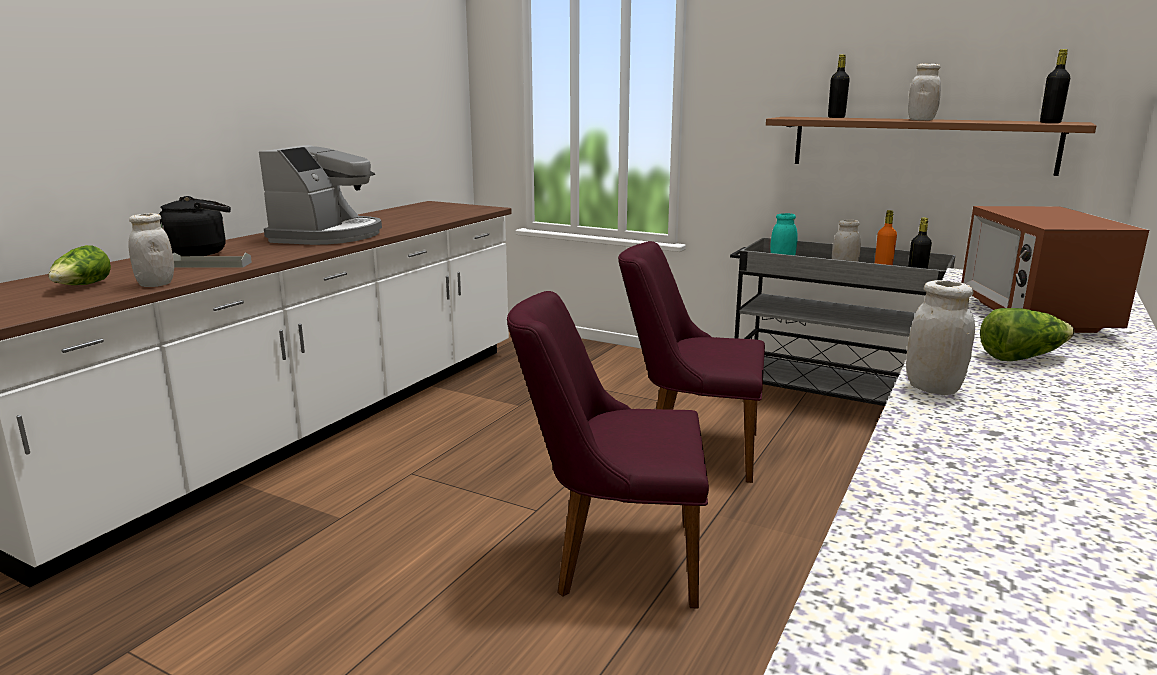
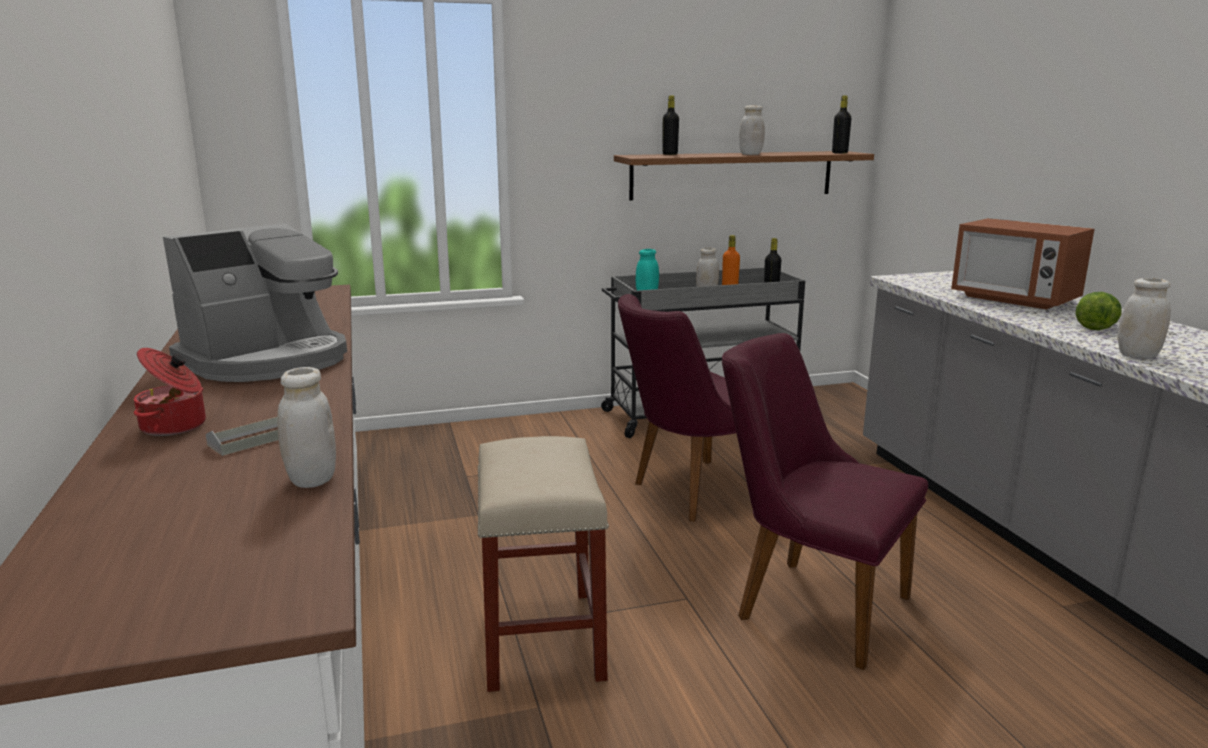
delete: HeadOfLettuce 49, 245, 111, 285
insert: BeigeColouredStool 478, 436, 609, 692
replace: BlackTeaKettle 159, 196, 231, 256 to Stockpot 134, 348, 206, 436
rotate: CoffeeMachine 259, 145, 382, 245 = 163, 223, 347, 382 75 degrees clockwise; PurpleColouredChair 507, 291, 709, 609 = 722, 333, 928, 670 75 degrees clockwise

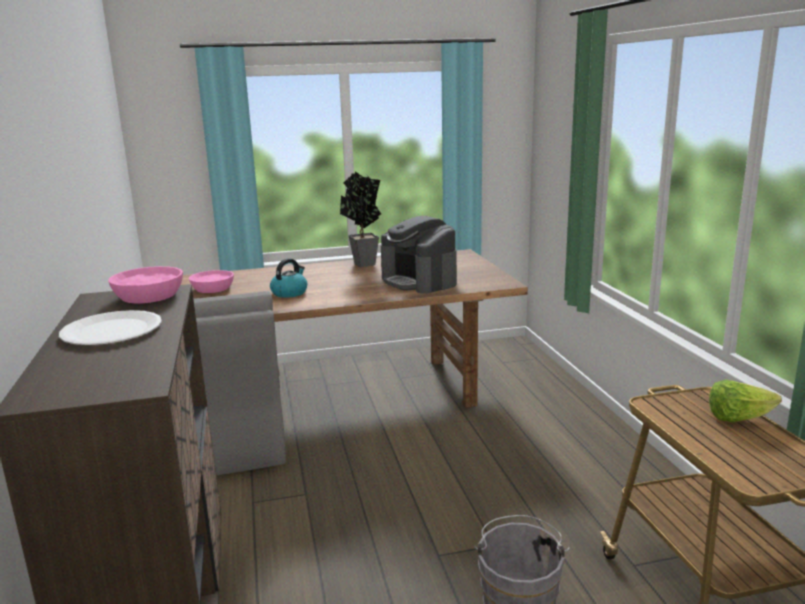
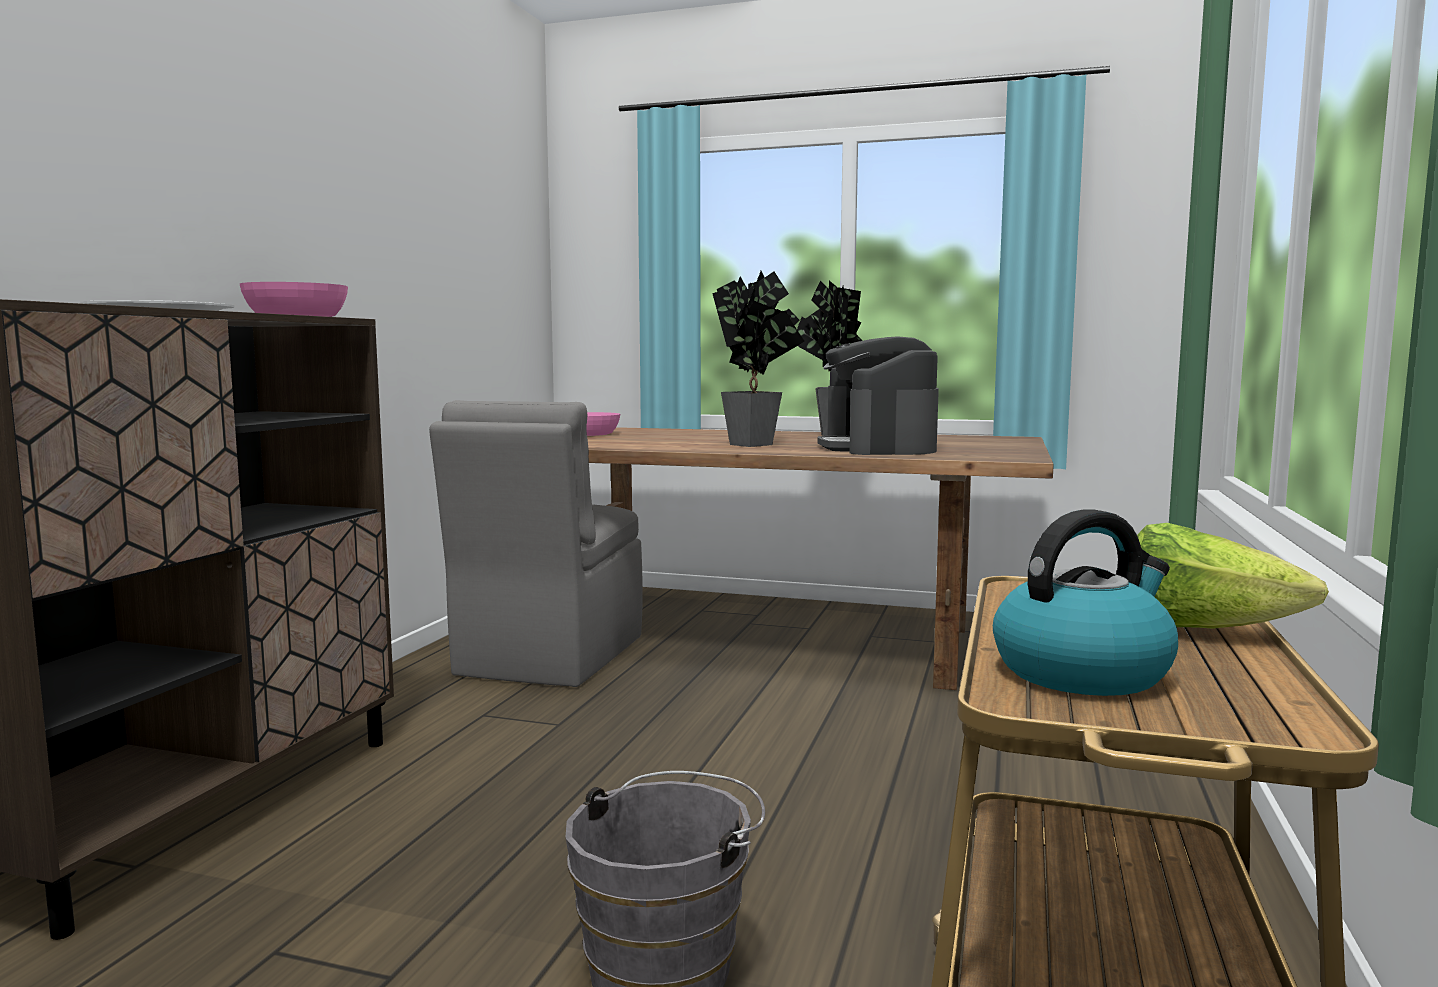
insert: Houseplant 712, 271, 805, 447
move: TeaKettle 270, 258, 307, 298 to 993, 509, 1178, 696

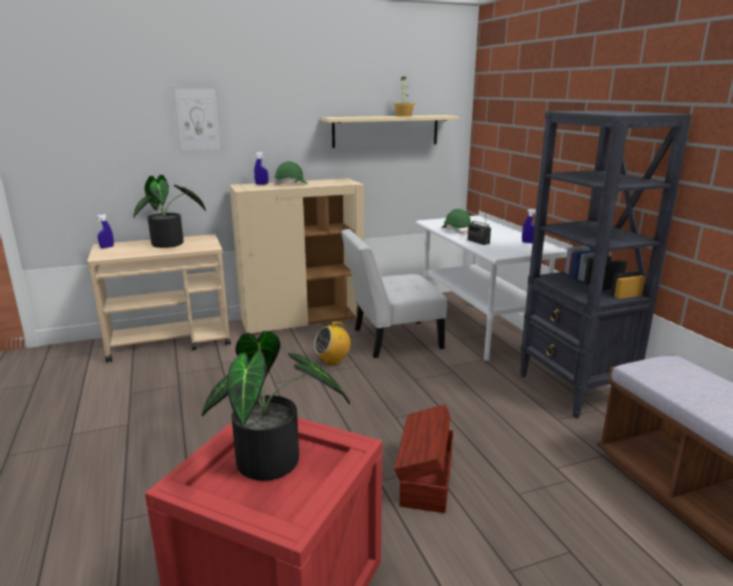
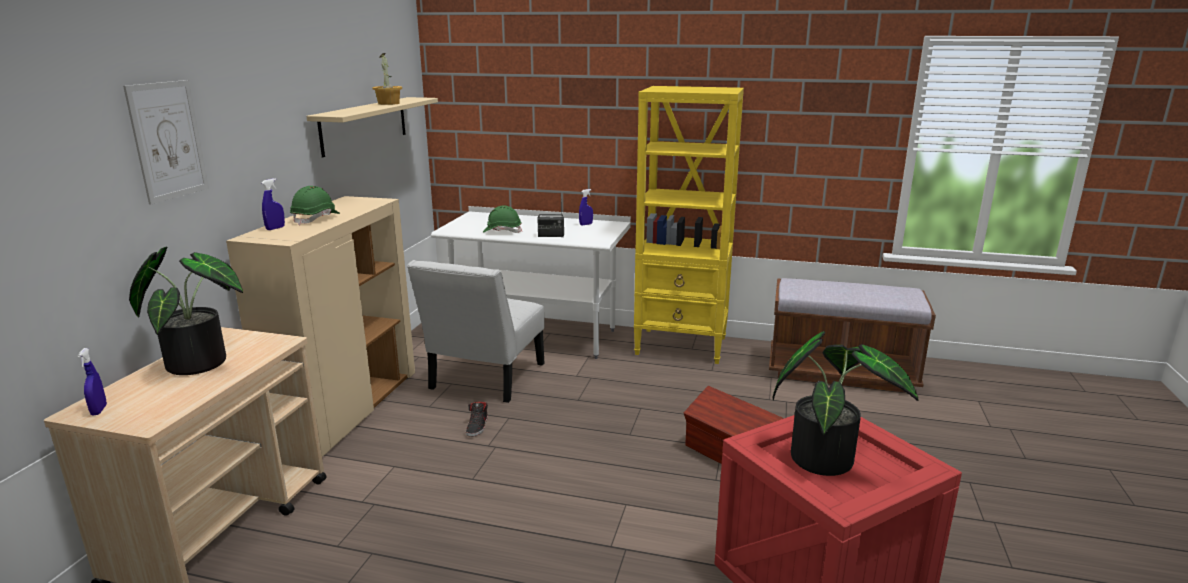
replace: Radio 314, 322, 351, 365 to BlackShoe 466, 401, 488, 437
recolor: BlackBookshelf 520, 111, 692, 419 to YellowishBookshelf 634, 86, 744, 364

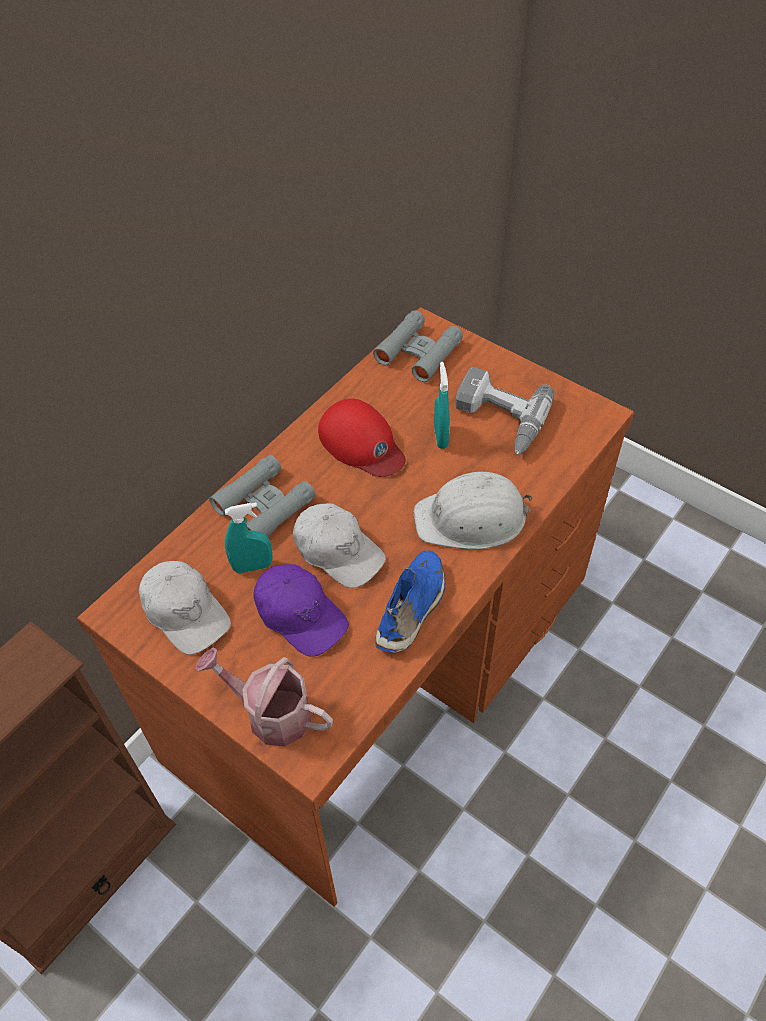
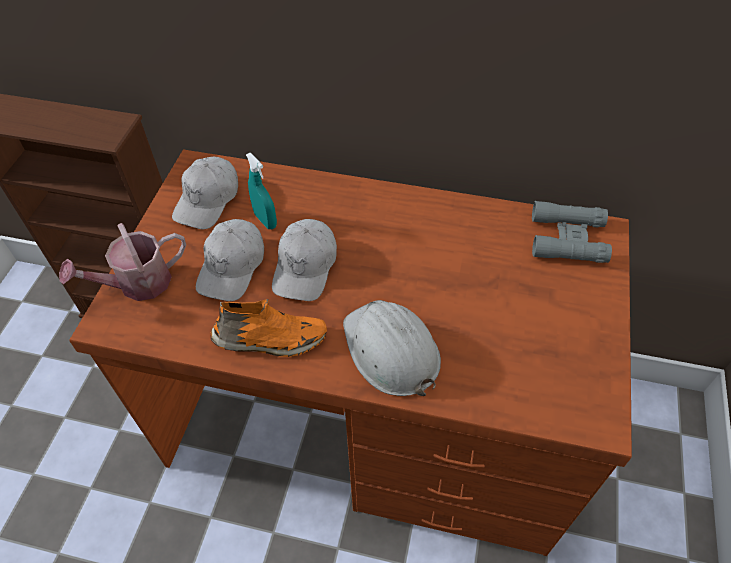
delete: TurquoiseColouredSprayer 434, 362, 450, 449; Drill 455, 367, 554, 455; RedColouredBaseballCap 318, 399, 405, 477; GreyishFieldGlasses 209, 455, 316, 537
recolor: BlueColouredShoe 375, 550, 445, 653 to OrangeShoe 210, 299, 327, 357; PurpleColouredBaseballCap 253, 564, 349, 657 to WhiteColouredBaseballCap 196, 219, 264, 301
rotate: WateringCan 195, 647, 333, 746 = 59, 223, 186, 301 120 degrees counterclockwise

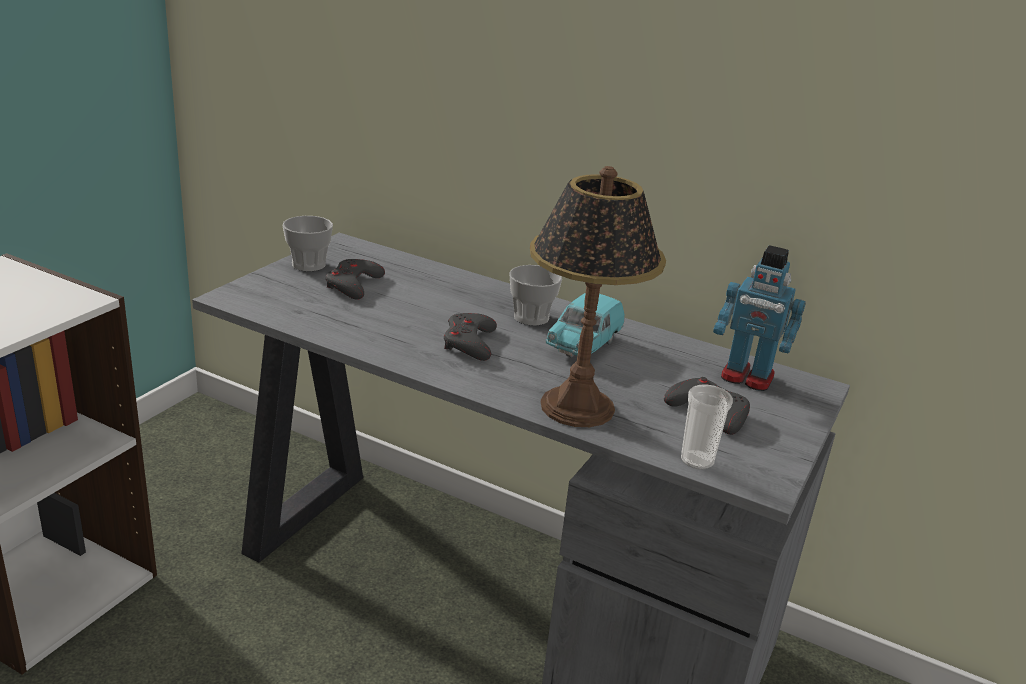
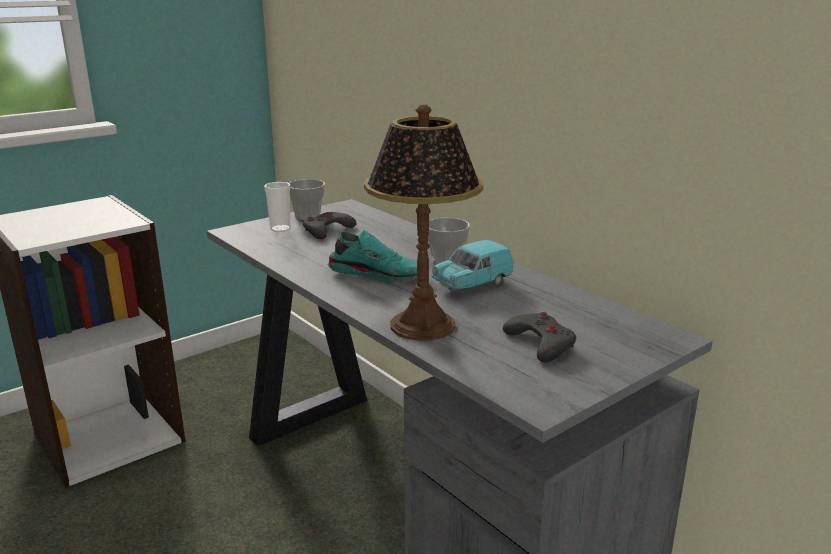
delete: RobotFigure 713, 245, 806, 391
move: DrinkingCup 681, 385, 733, 470 to 264, 182, 291, 232
replace: GreyishGamepad 444, 313, 497, 361 to TurquoiseColouredShoe 327, 230, 417, 283

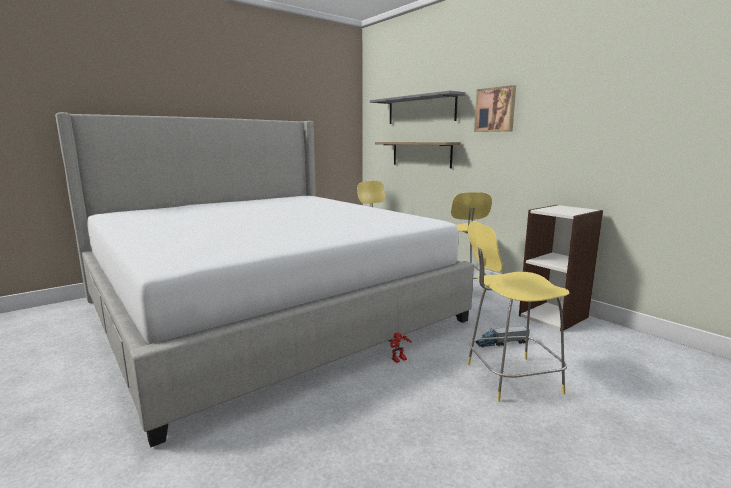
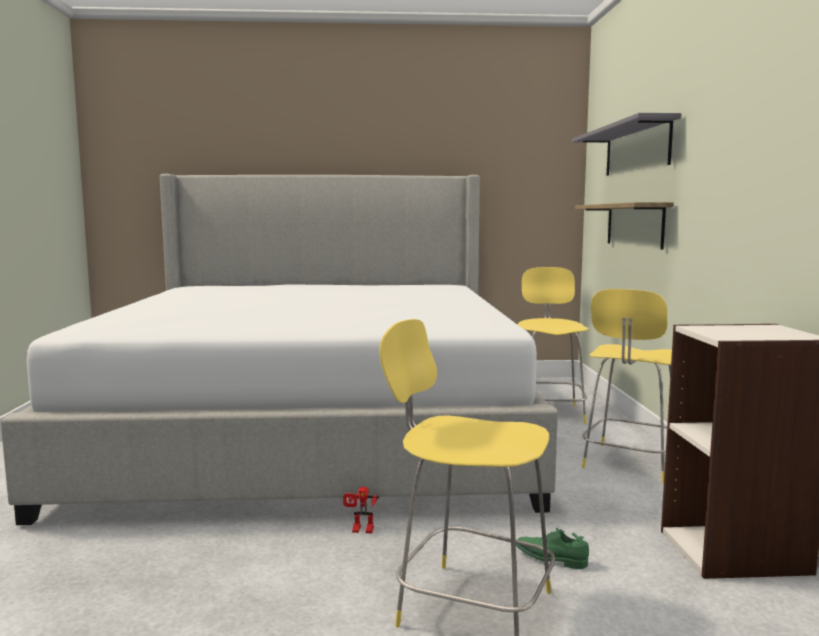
delete: Picture 474, 85, 516, 132
replace: ToyLorry 475, 326, 530, 348 to GreenShoe 516, 528, 589, 569

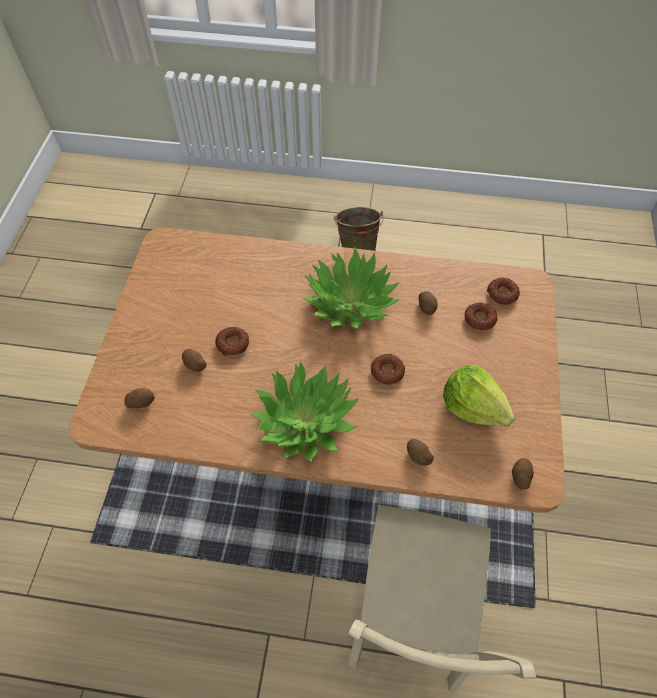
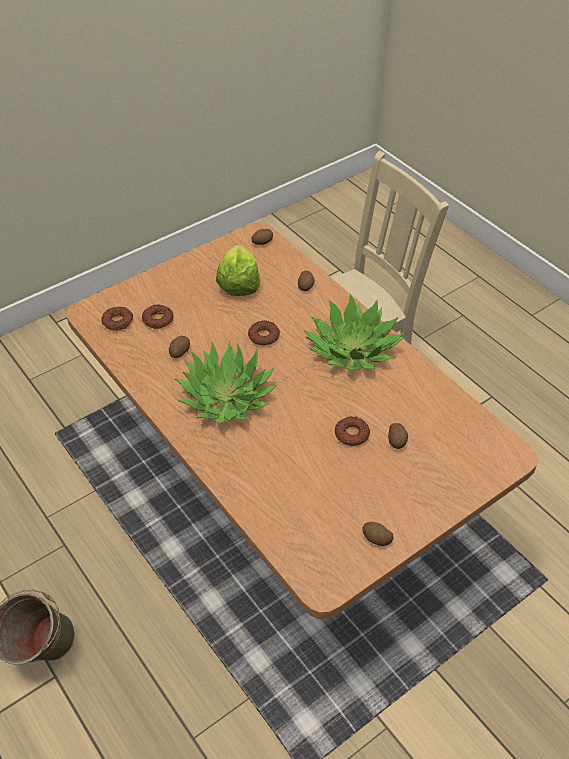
move: WholePotato 124, 388, 155, 408 to 362, 522, 394, 546

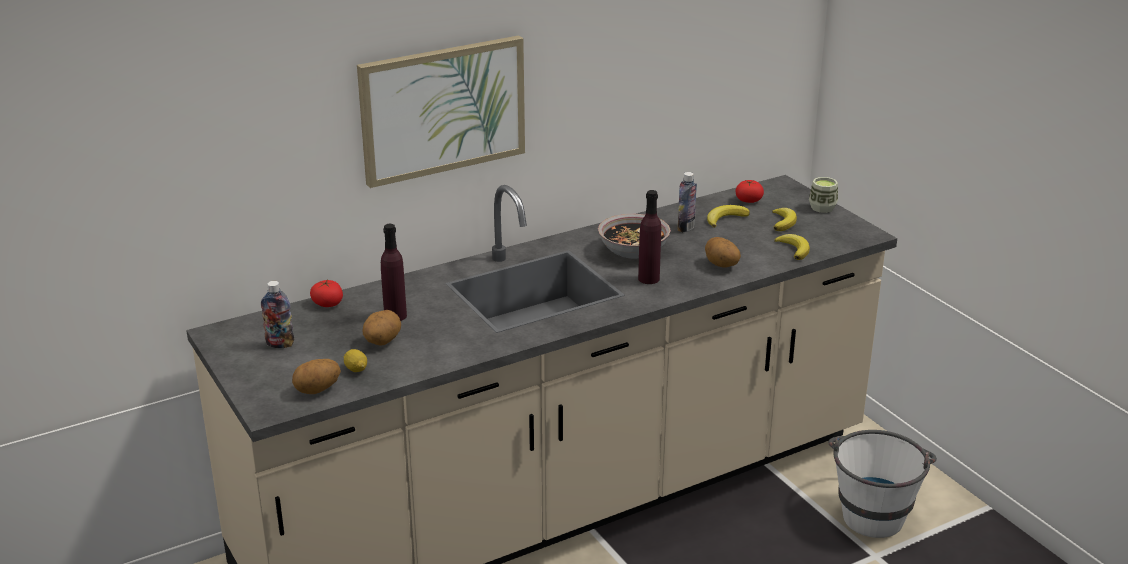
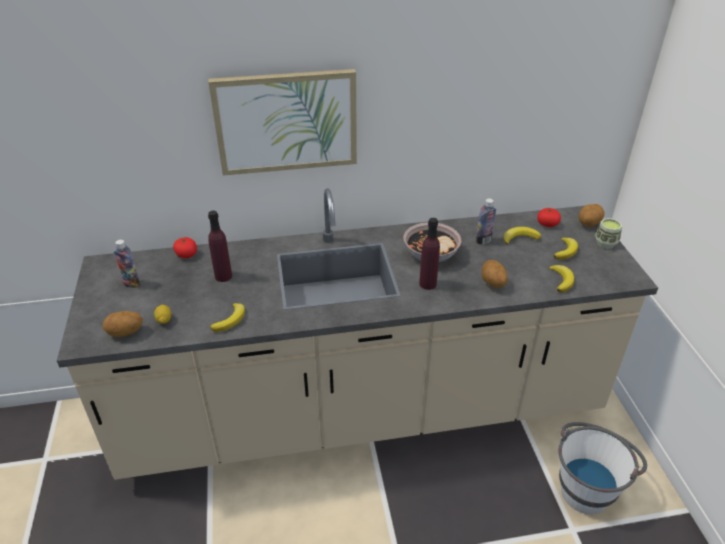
insert: WholeBanana 210, 303, 245, 332
move: WholePotato 363, 310, 401, 346 to 578, 204, 604, 227

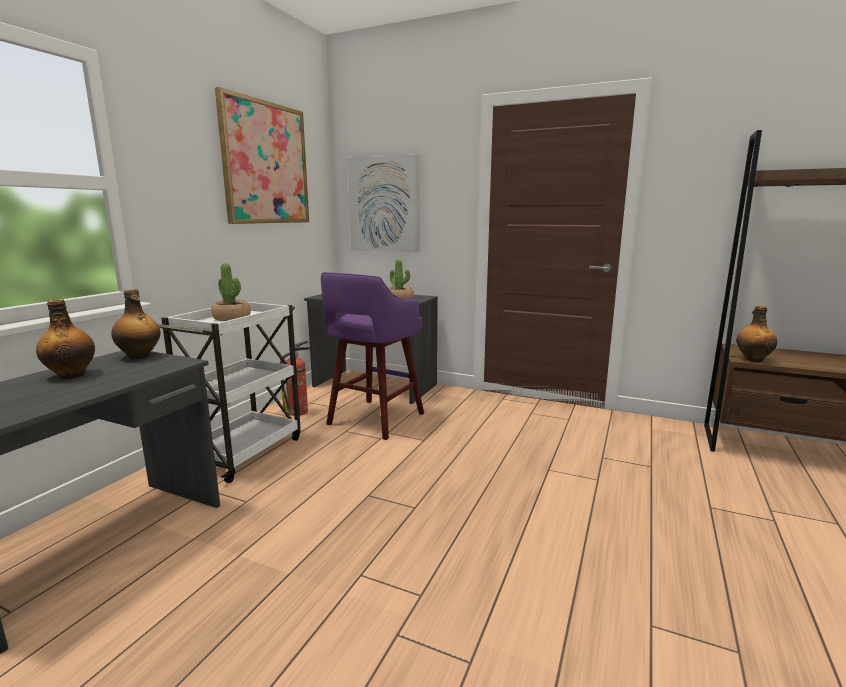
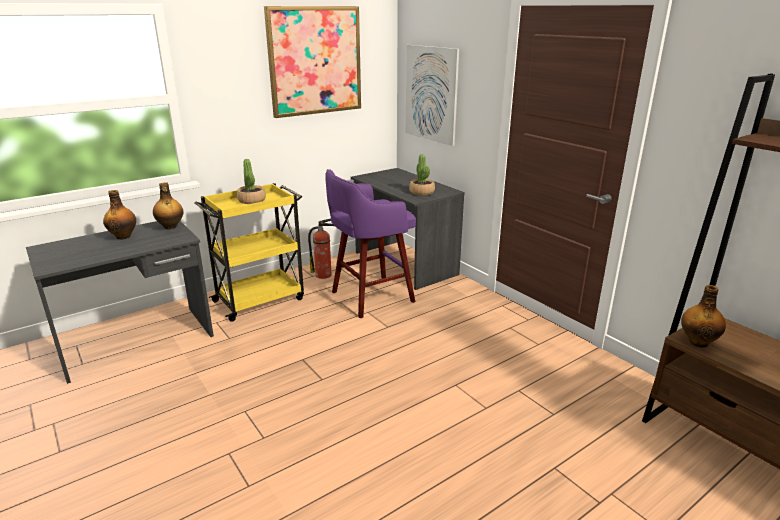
recolor: WhiteColouredWheeledCart 158, 302, 301, 483 to YellowishWheeledCart 195, 183, 304, 322

